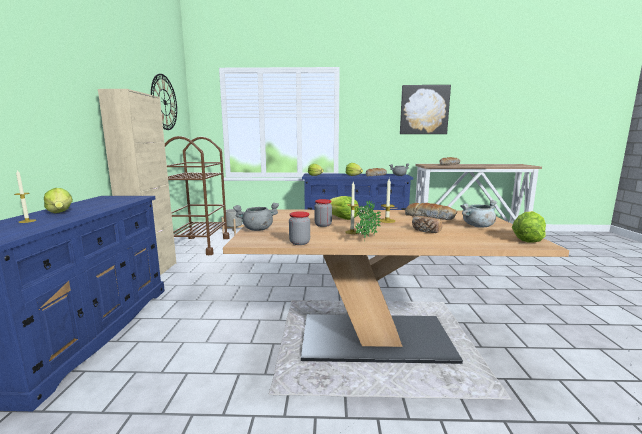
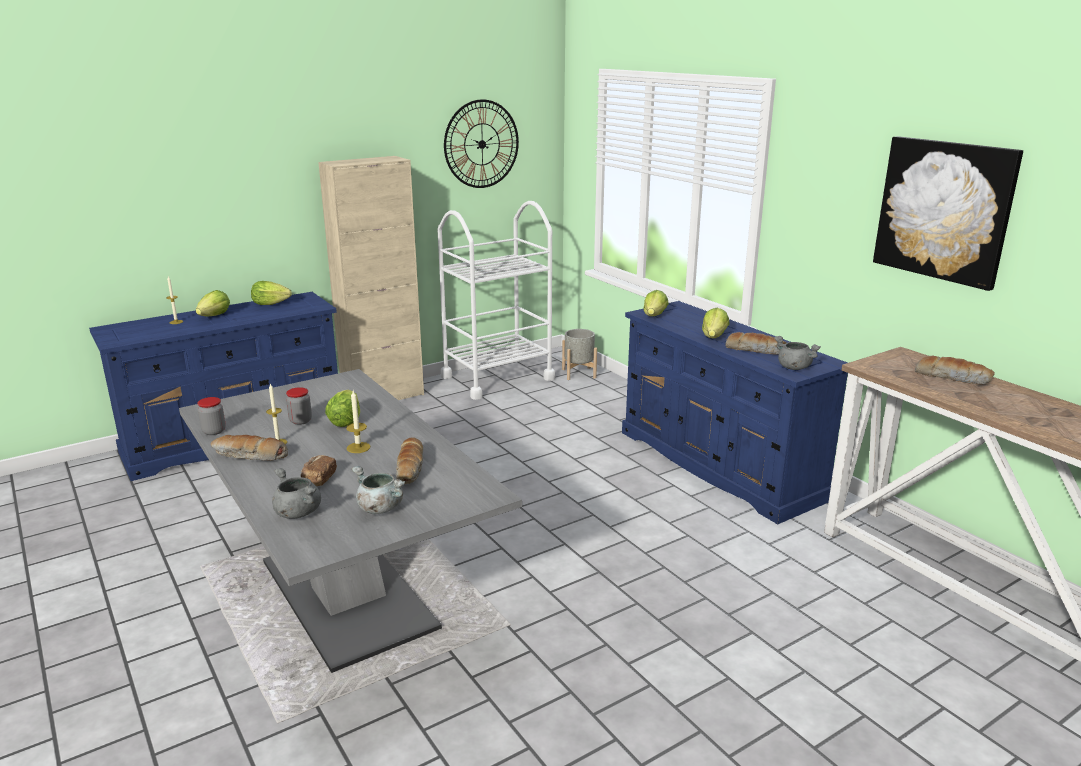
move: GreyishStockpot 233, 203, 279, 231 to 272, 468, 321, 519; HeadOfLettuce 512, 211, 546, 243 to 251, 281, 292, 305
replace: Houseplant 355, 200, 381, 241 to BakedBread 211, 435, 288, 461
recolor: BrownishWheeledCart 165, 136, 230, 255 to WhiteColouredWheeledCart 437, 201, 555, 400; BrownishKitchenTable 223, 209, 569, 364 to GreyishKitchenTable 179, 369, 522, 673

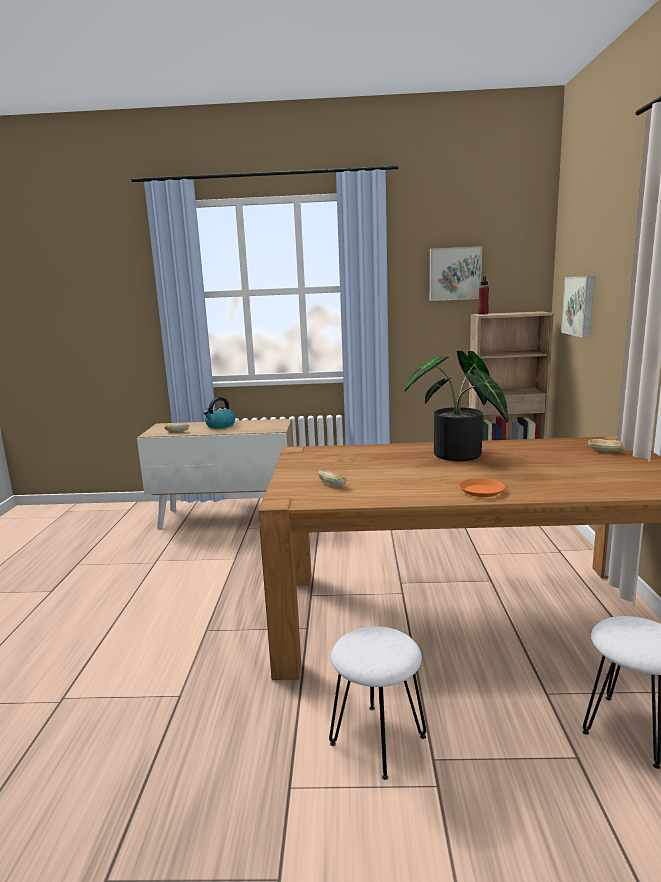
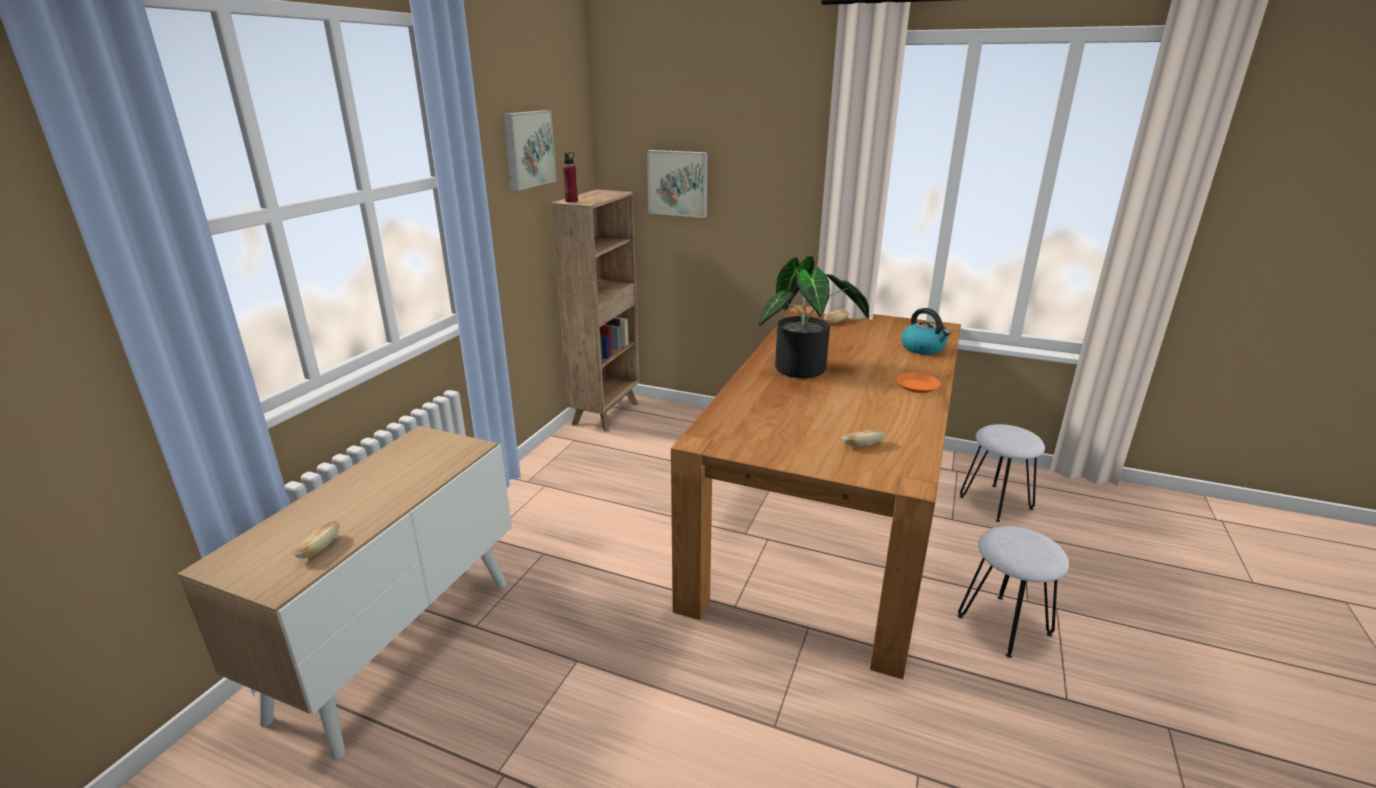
move: TeaKettle 203, 397, 235, 428 to 901, 308, 951, 355

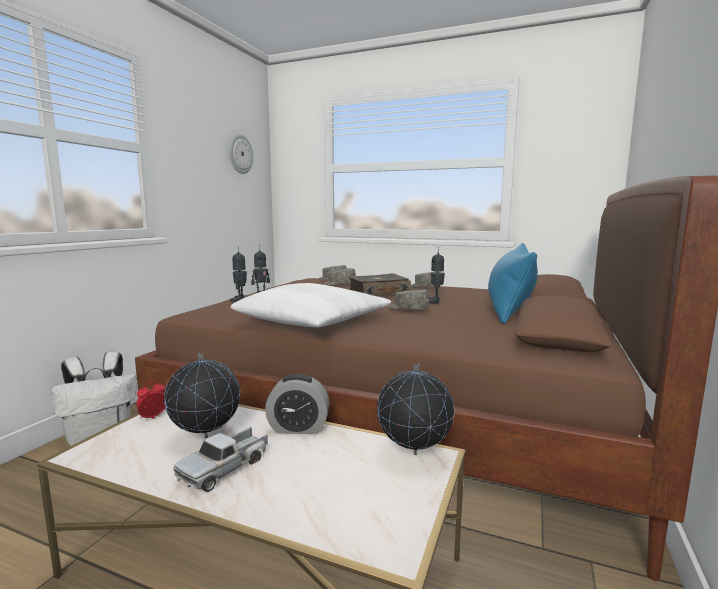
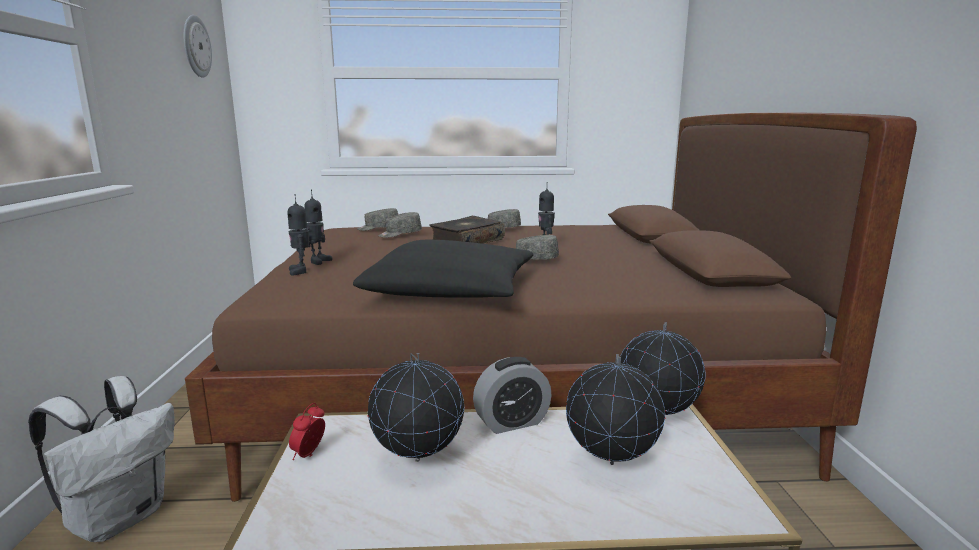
delete: BlueColouredThrowPillow 488, 243, 538, 324; ToyLorry 173, 427, 268, 492
insert: WorldGlobe 566, 354, 666, 465
recolor: WhiteColouredThrowPillow 231, 283, 391, 327 to BlackThrowPillow 353, 240, 533, 298

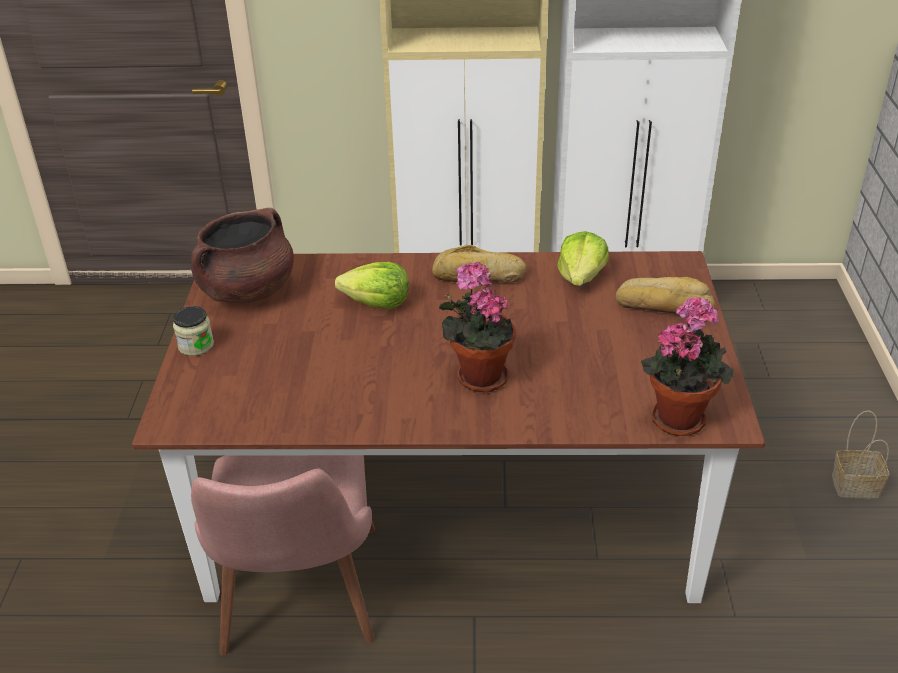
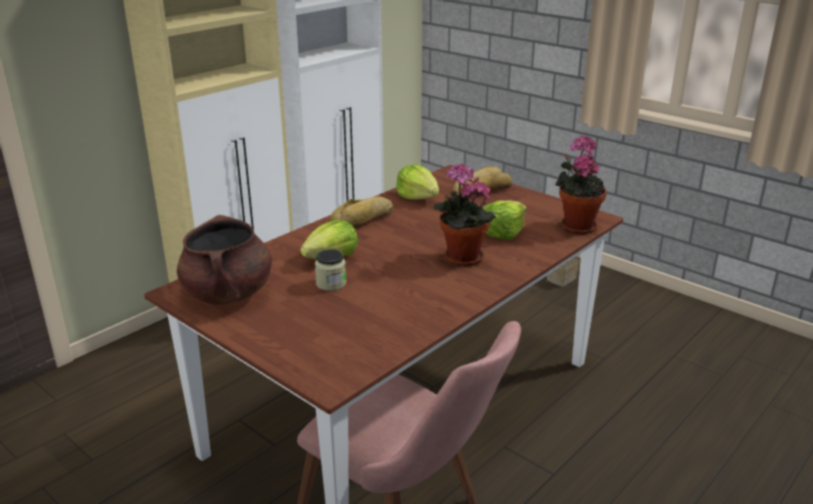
insert: HeadOfLettuce 483, 200, 526, 240
move: Jar 173, 306, 214, 356 to 315, 249, 346, 291

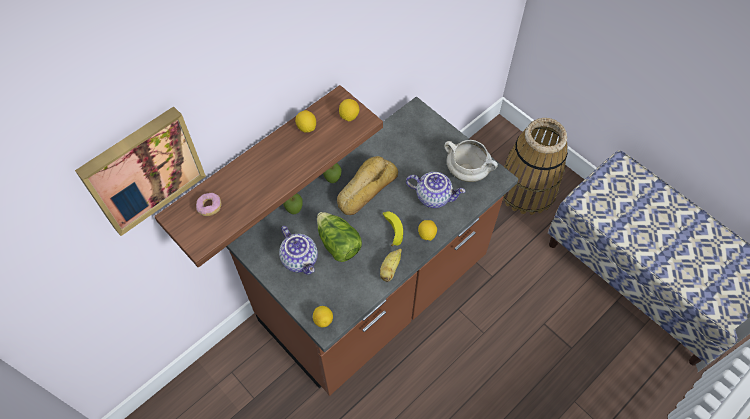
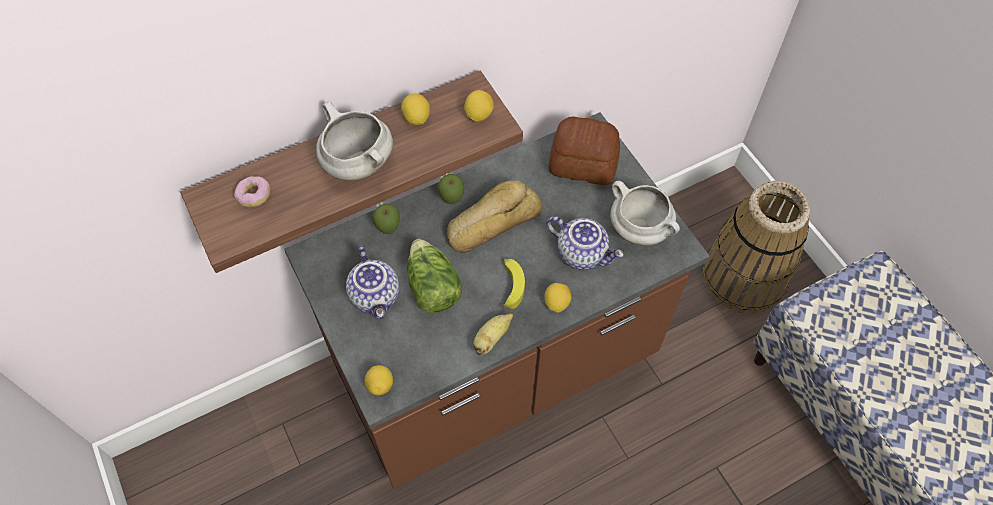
delete: Picture 75, 106, 206, 236
insert: WhiteColouredStockpot 316, 102, 393, 181; BakedBread 549, 116, 620, 185

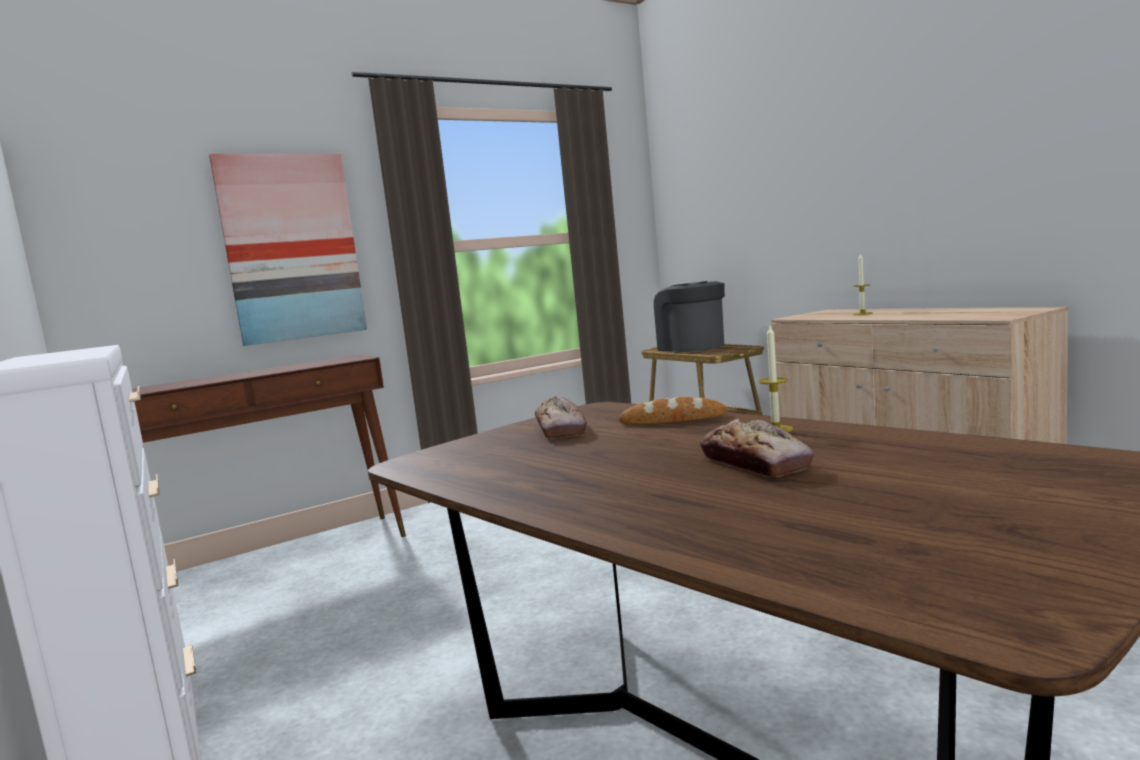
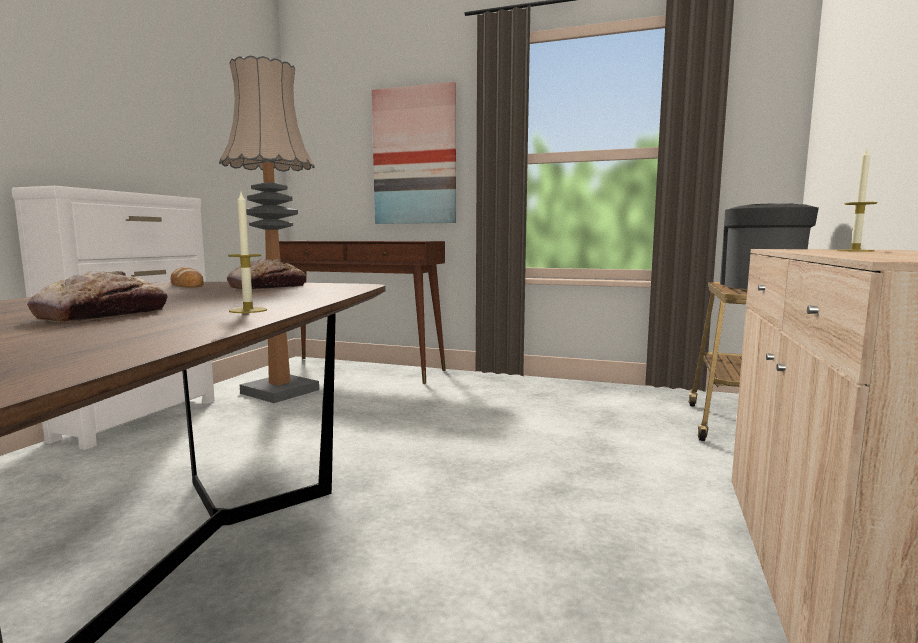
insert: FloorLamp 219, 56, 319, 403
move: BakedBread 619, 397, 727, 424 to 171, 267, 204, 288

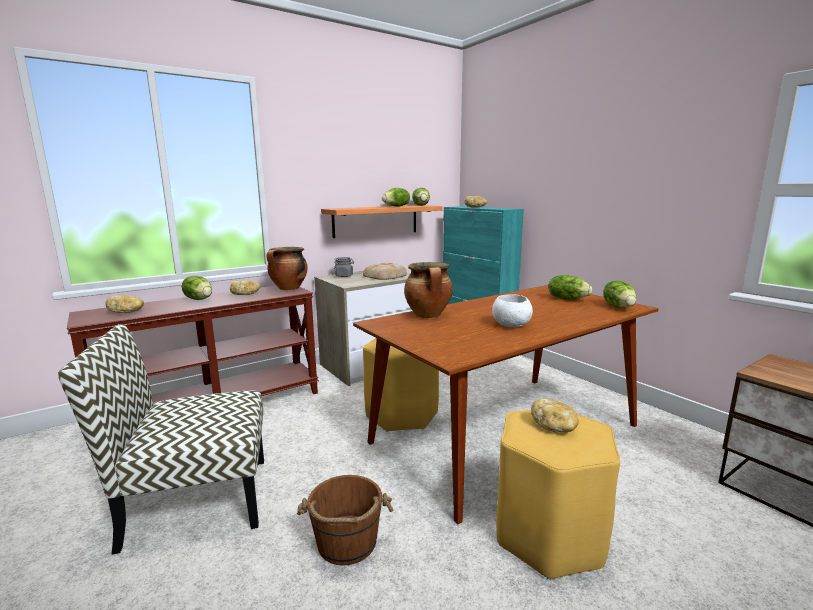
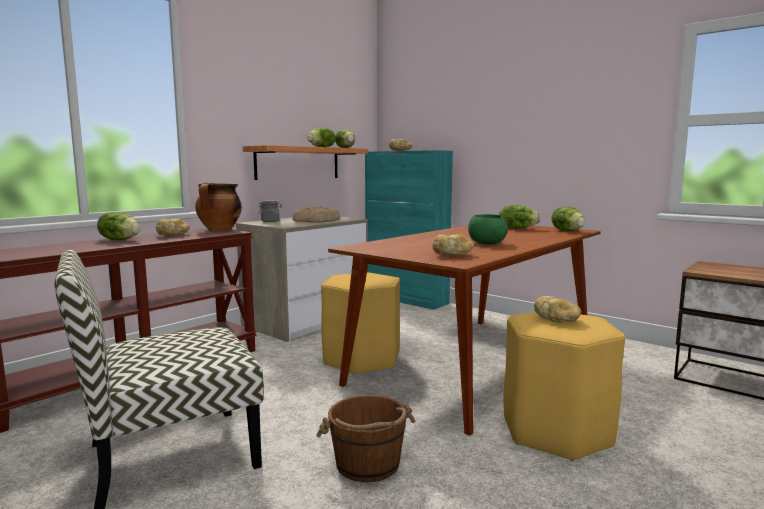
delete: Stockpot 404, 262, 453, 318
move: BakedBread 105, 295, 144, 313 to 433, 234, 474, 256
recolor: WhiteColouredServingBowl 492, 294, 533, 327 to GreenServingBowl 468, 214, 508, 244

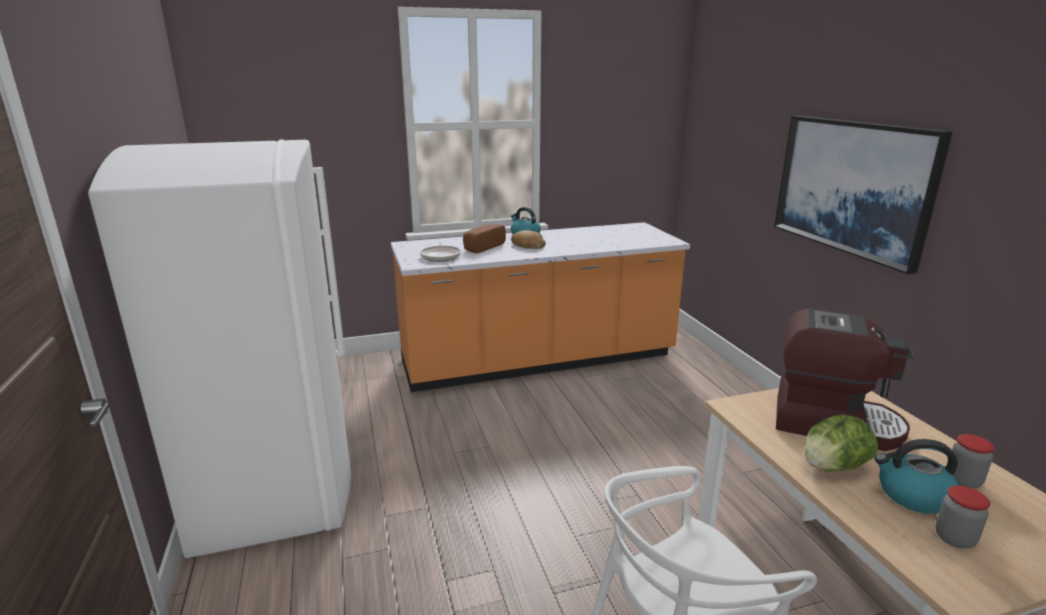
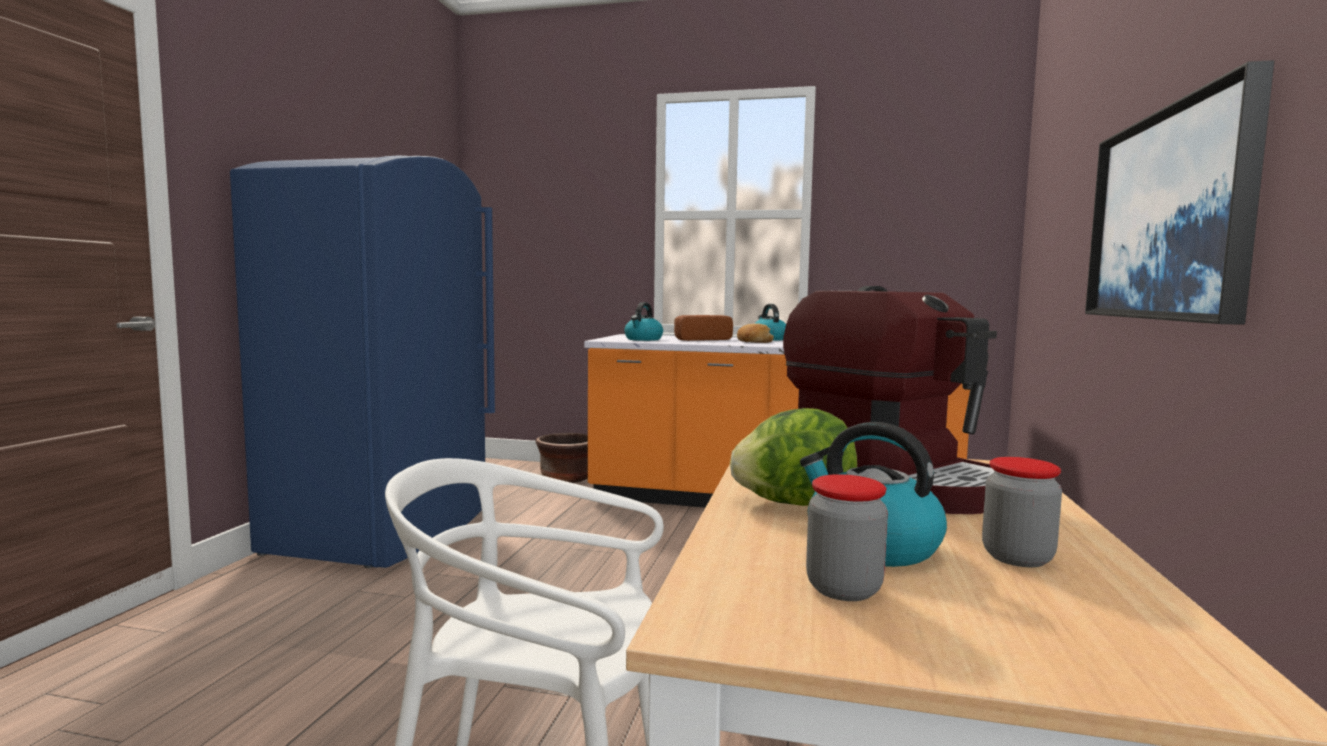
insert: BrownishPlantPot 536, 433, 588, 483
replace: Pan 420, 239, 461, 262 to TeaKettle 624, 302, 663, 341
recolor: WhiteColouredFridge 88, 140, 351, 559 to BlueColouredFridge 230, 156, 495, 568

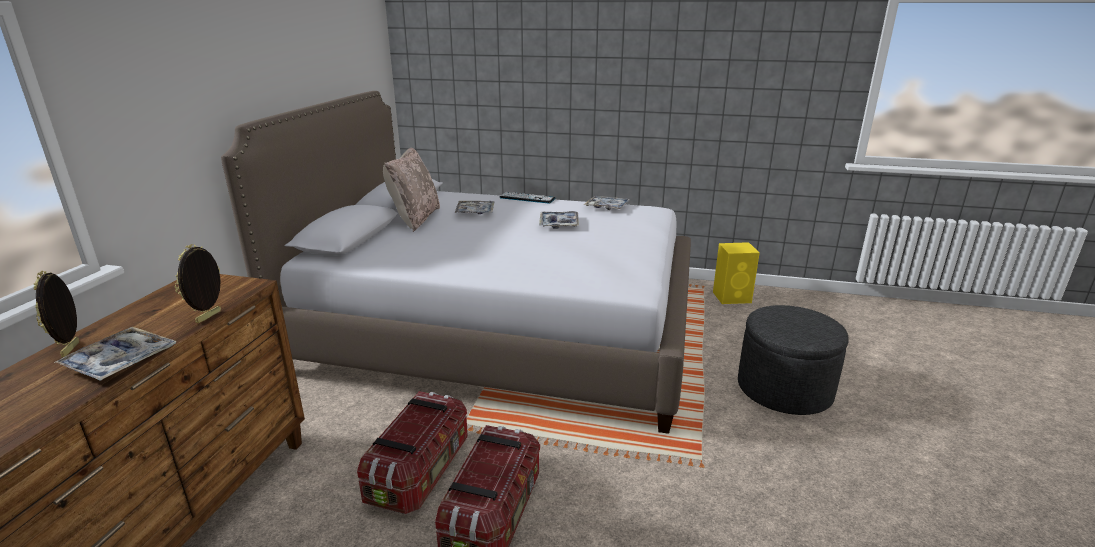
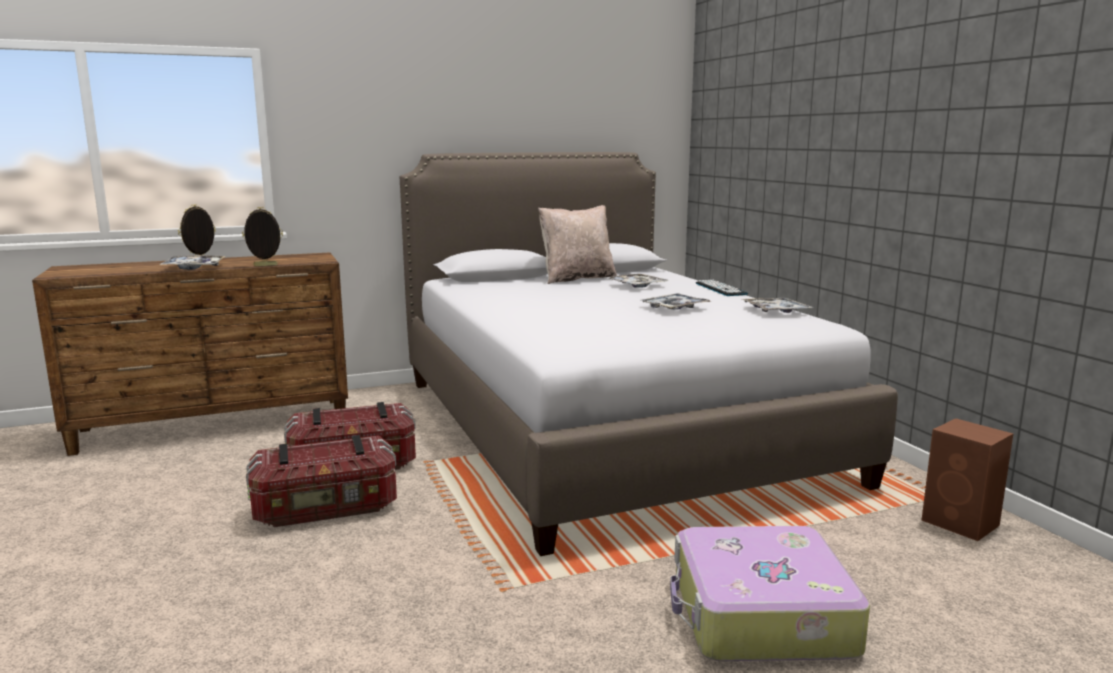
replace: GreyishOttoman 738, 305, 849, 415 to TravelCase 670, 526, 870, 661
recolor: YellowishSpeaker 713, 242, 760, 304 to BrownishSpeaker 922, 418, 1013, 541

